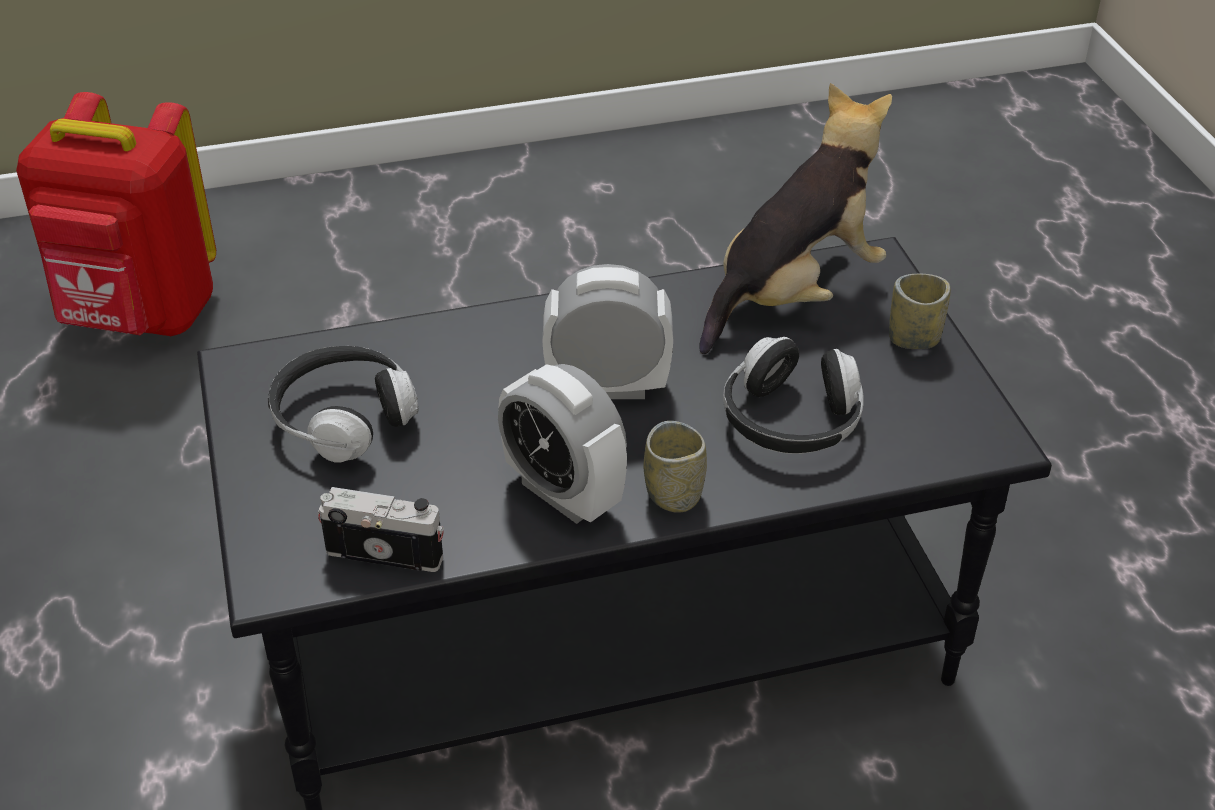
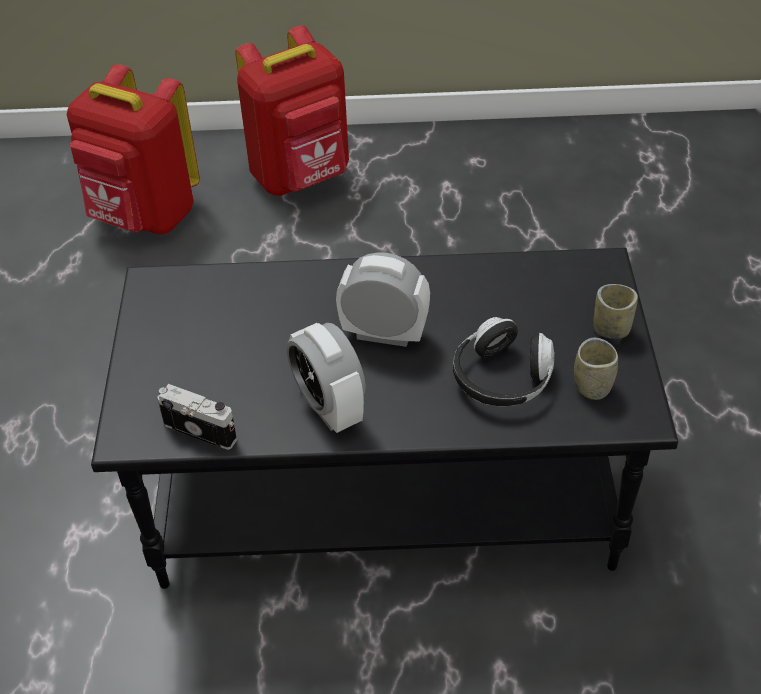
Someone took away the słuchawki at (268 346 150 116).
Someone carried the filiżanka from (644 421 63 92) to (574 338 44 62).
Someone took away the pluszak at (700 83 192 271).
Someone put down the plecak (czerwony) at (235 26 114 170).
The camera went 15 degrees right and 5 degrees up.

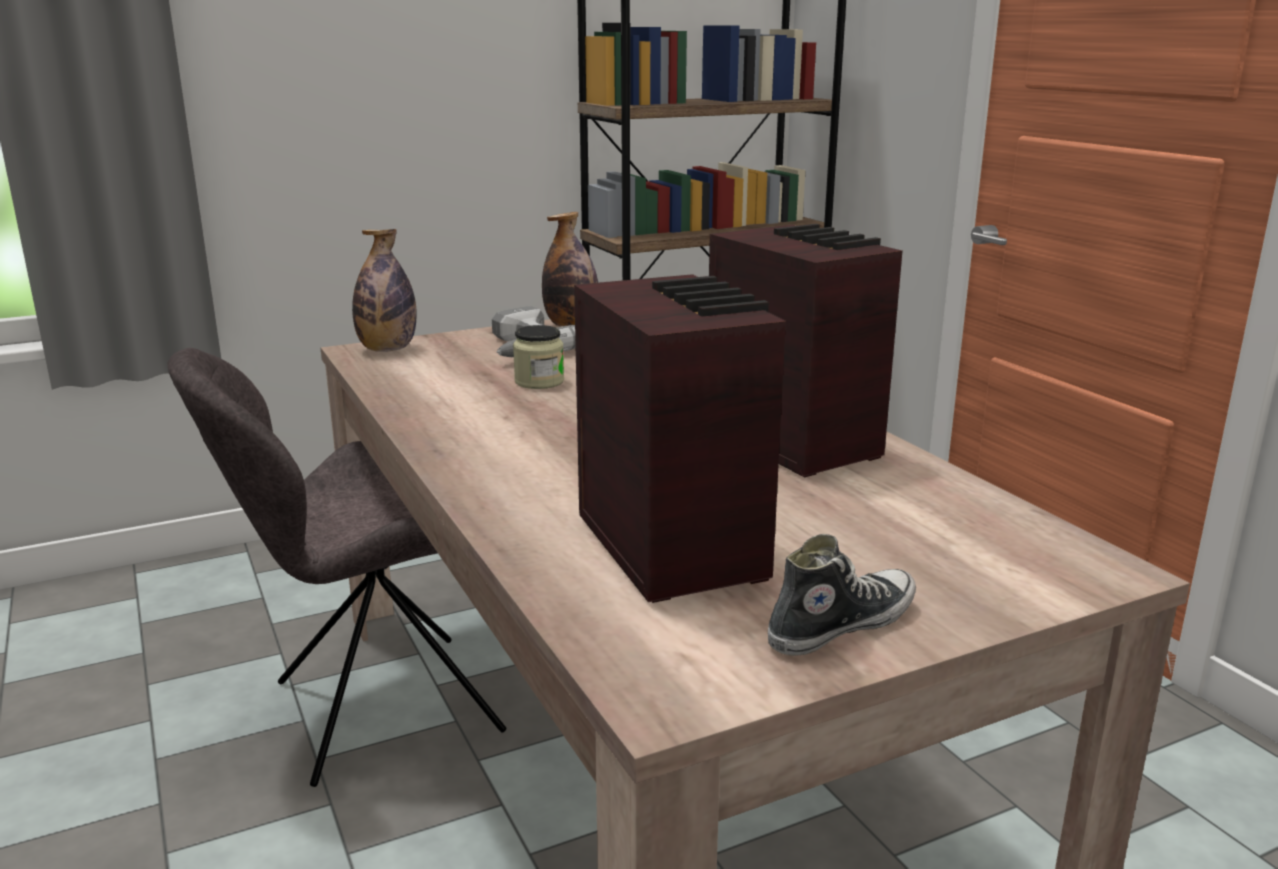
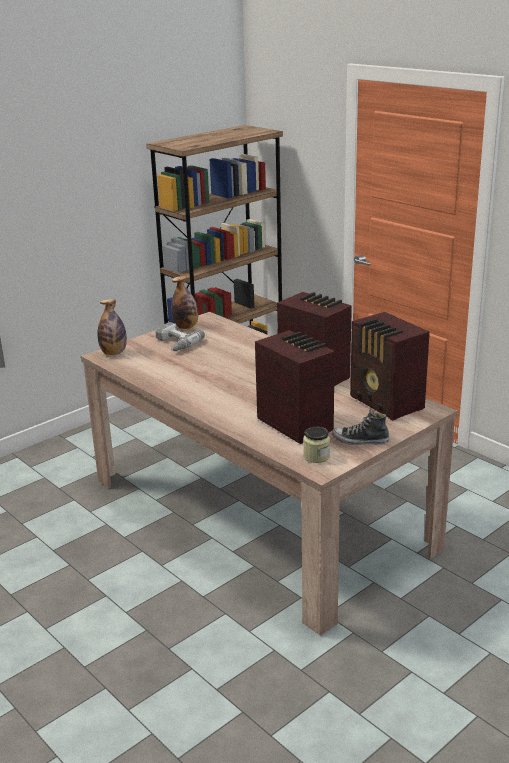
Someone took away the krzesło (szary) at (168 348 339 439).
Someone carried the słoik from (513 325 51 64) to (303 426 27 37).
Someone rotated the but at (768 534 148 122) by 120 degrees counterclockwise.
Someone put down the radio at (350 312 80 109).
The camera went 15 degrees left and 5 degrees up.

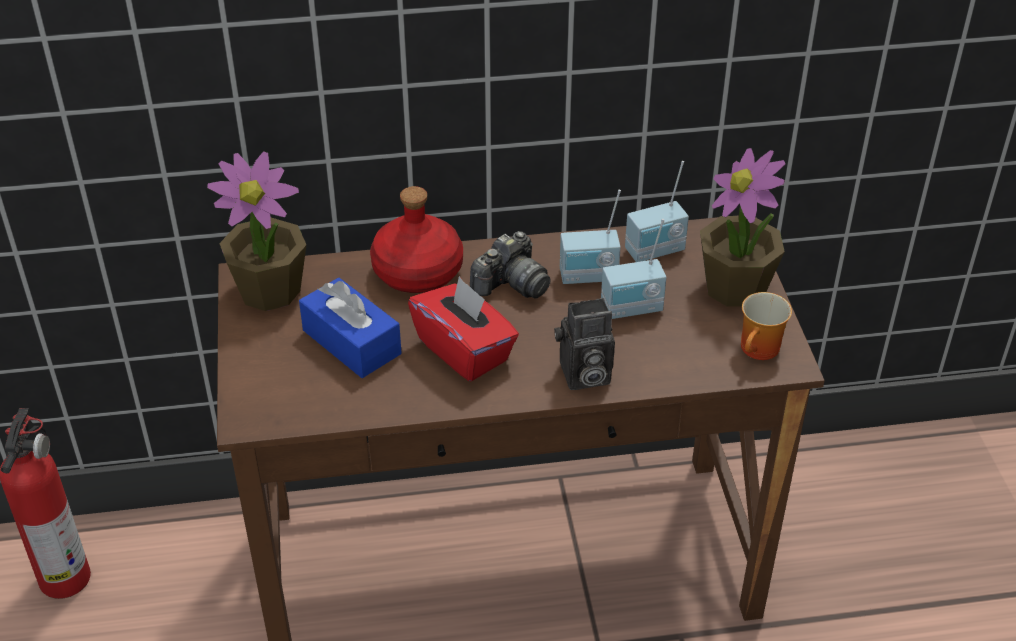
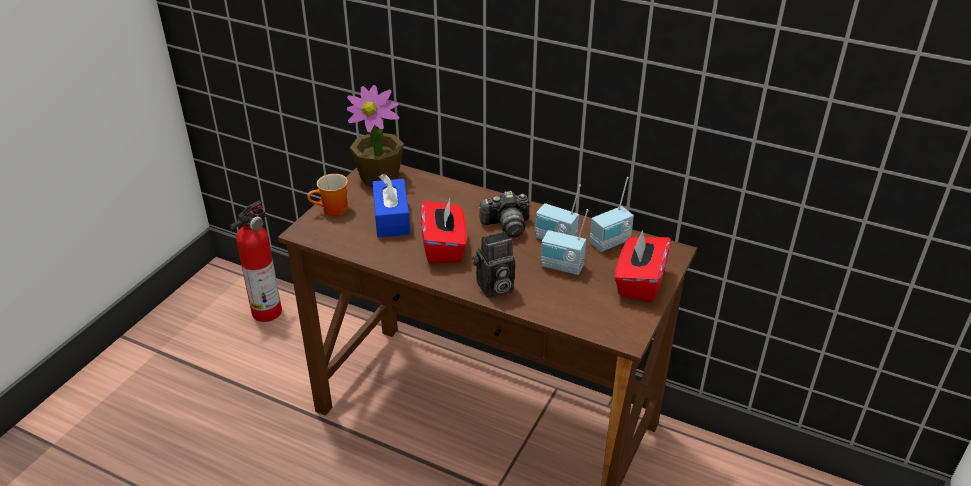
Someone took away the butelka (czerwony) at (370 186 93 107).
Someone rotated the aparat fotograficzny at (554 298 61 92) by 45 degrees counterclockwise.
Someone rotated the radio at (625 161 64 101) by 45 degrees counterclockwise.
Someone swapped the roślina doniczkowa at (700 148 85 159) for the pudełko chusteczek (czerwony) at (615 230 56 72).
Someone carried the kubek from (741 292 51 68) to (307 174 41 42).
The camera went 35 degrees right and 5 degrees down.

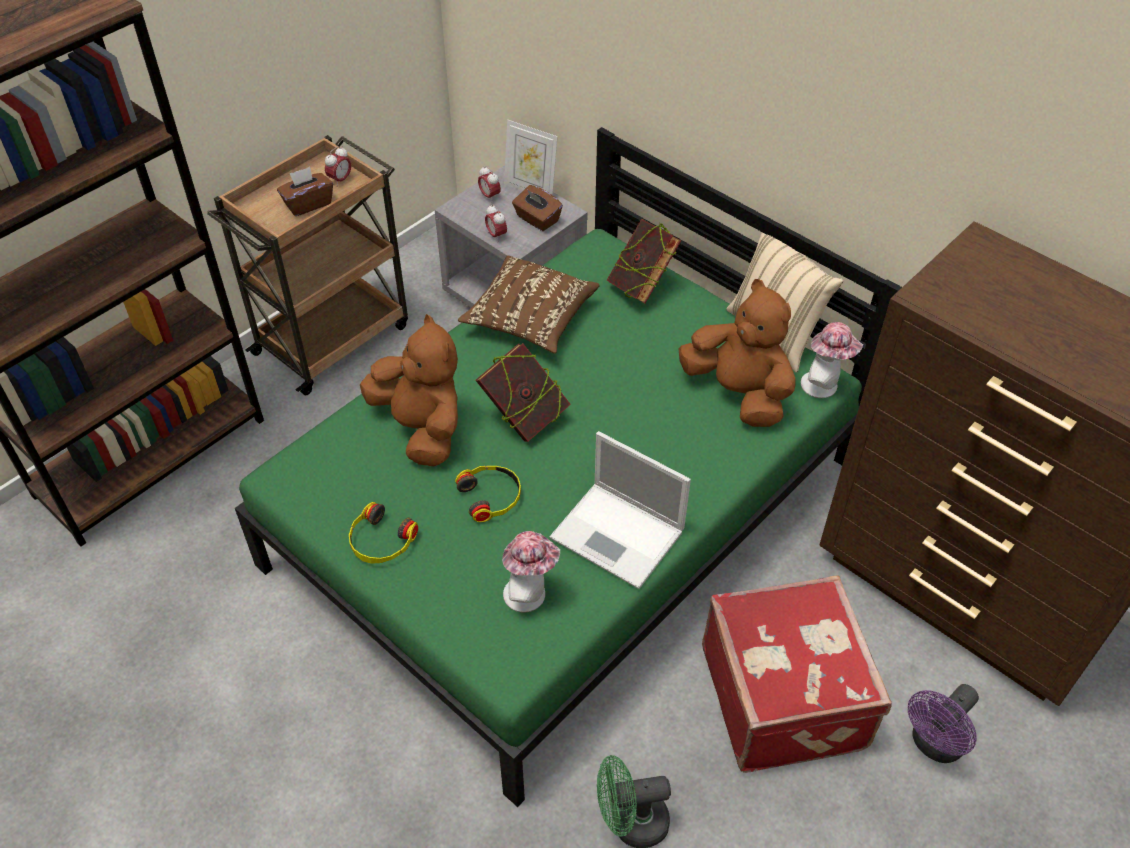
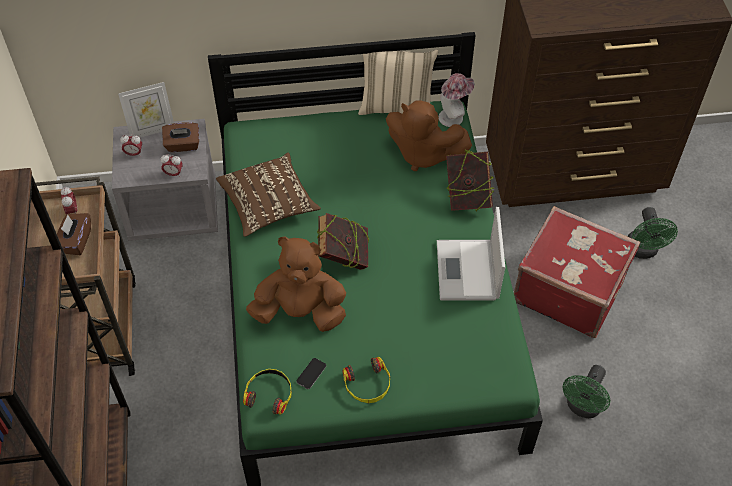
Someone carried the słuchawki from (455 466 66 56) to (243 369 49 46).
Someone took away the kapelusz at (502 531 58 81).
Someone rotated the laptop at (550 431 141 158) by 105 degrees clockwise.
Someone carried the książka from (606 219 75 84) to (446 150 49 61).
Someone rotated the pluszak (brązowy) at (678 279 118 148) by 150 degrees counterclockwise.
Someone repainted the wentylator (fioletowy) at (908 684 71 79), which became the wentylator (zielony) at (627 207 51 52).
Someone put down the telefon at (296 358 30 31).
The camera went 50 degrees left and 5 degrees up.

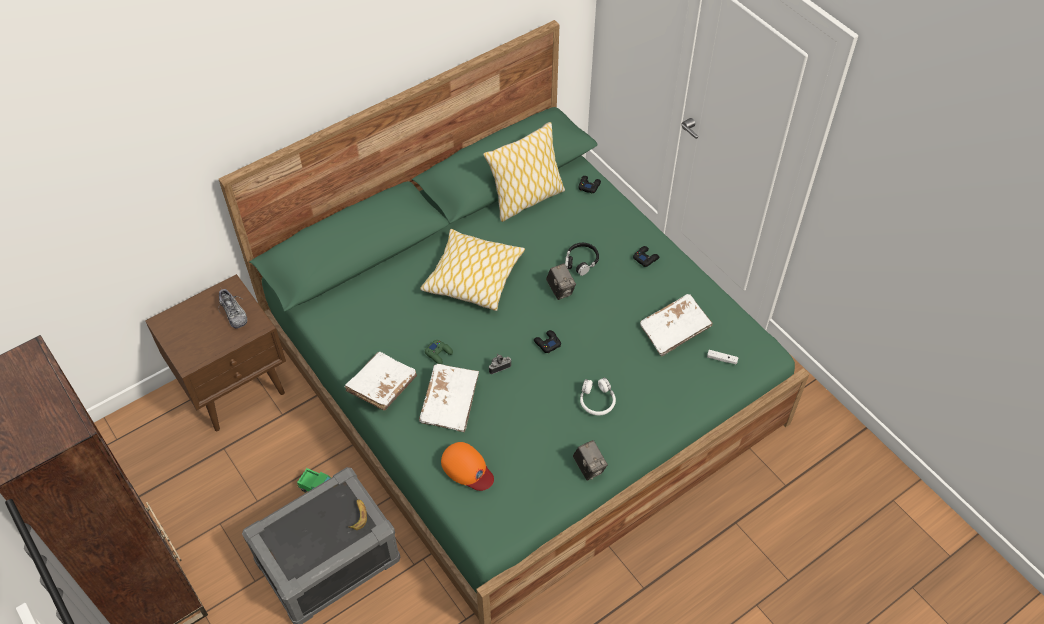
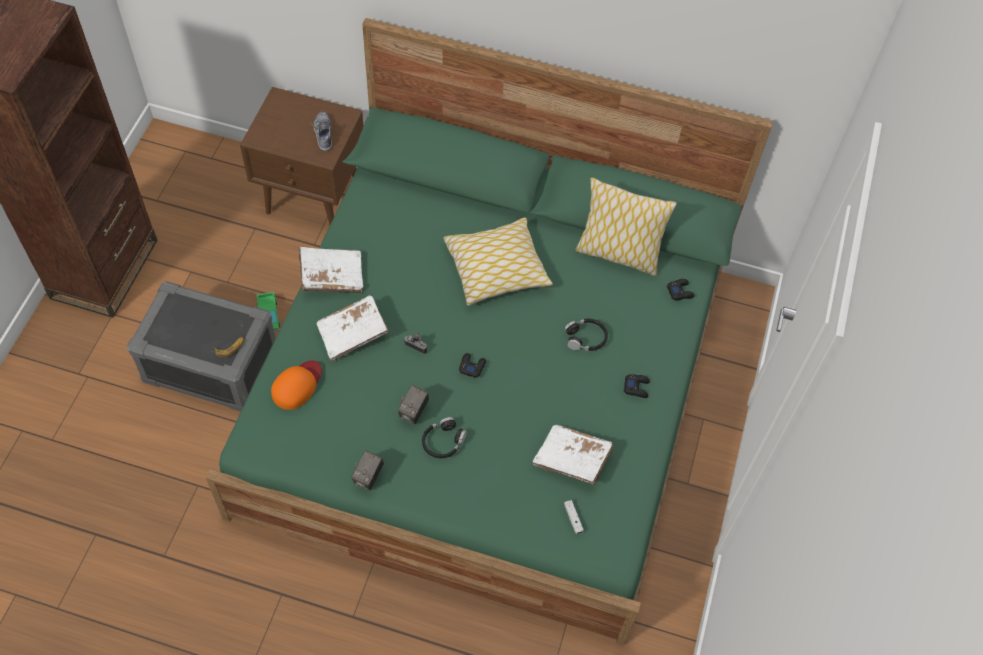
Someone rotated the but at (219 289 28 40) by 150 degrees clockwise.
Someone took away the pad do gier (zielony) at (425 340 28 24).
Someone rotated the czapka z daszkiem (pomarańczowy) at (441 442 53 49) by 150 degrees counterclockwise.
Someone carried the aparat fotograficzny from (546 263 30 37) to (398 385 31 39).
Someone repainted the słuchawki (biały) at (580 378 36 38), which became the słuchawki (czarny) at (422 417 45 41).
The camera went 50 degrees right and 5 degrees up.

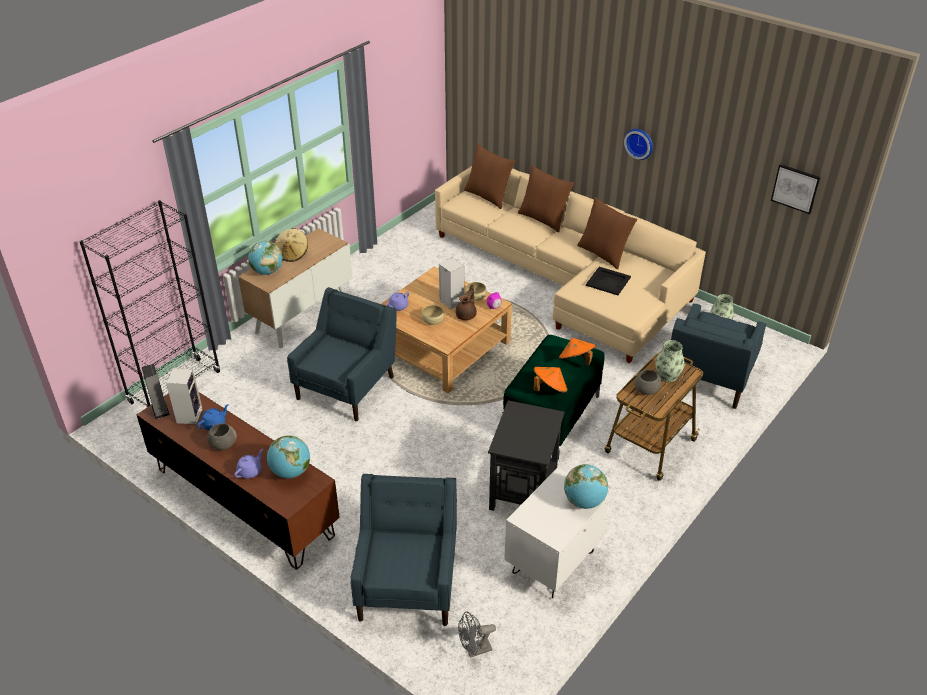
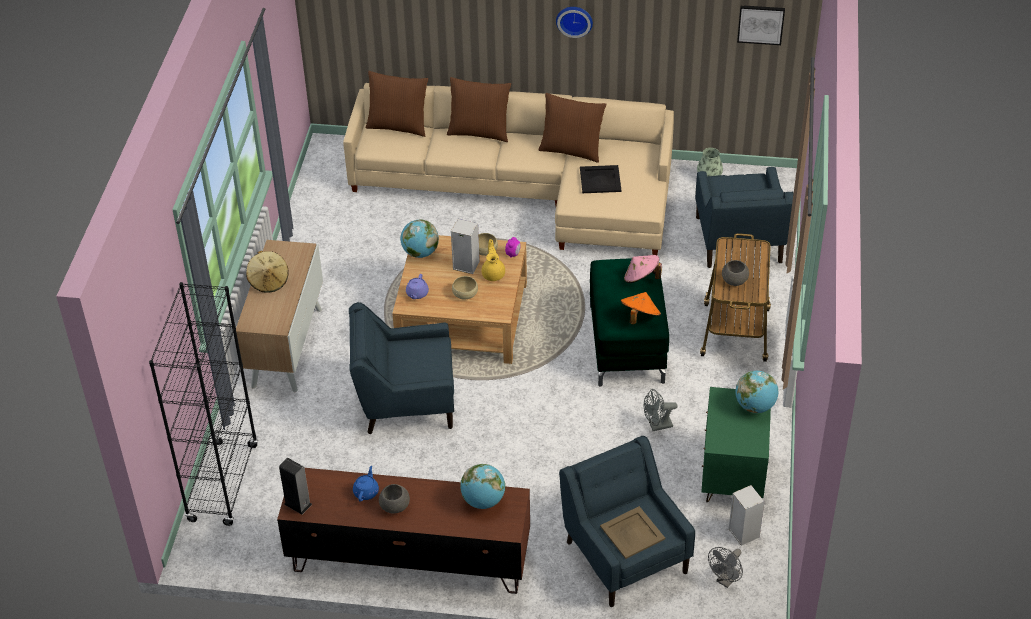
Someone carried the głośnik from (166 368 36 56) to (729 485 35 61).
Someone took away the imbryk (fioletowy) at (234 449 29 30).
Someone carried the globus from (248 241 35 34) to (401 219 38 39).
Someone rotated the fotel (niebieski) at (287 287 110 134) by 90 degrees counterclockwise.
Someone repainted the imbryk (brązowy) at (456 284 21 36), which became the imbryk (żółty) at (481 239 24 42).
Someone swapped the stolik (czarny) at (488 400 77 111) for the wentylator (szary) at (644 389 34 42).
Someone repainted the szafka nocna (biały) at (504 467 106 131), which became the szafka nocna (zielony) at (701 387 70 115).
Someone repainted the kapelusz (pomarańczowy) at (559 338 37 28), which became the kapelusz (różowy) at (624 255 38 28).
Someone took away the wazon at (655 340 30 42).
Someone put down the taca (beżowy) at (600 506 65 53).
The camera went 30 degrees left and 5 degrees up.

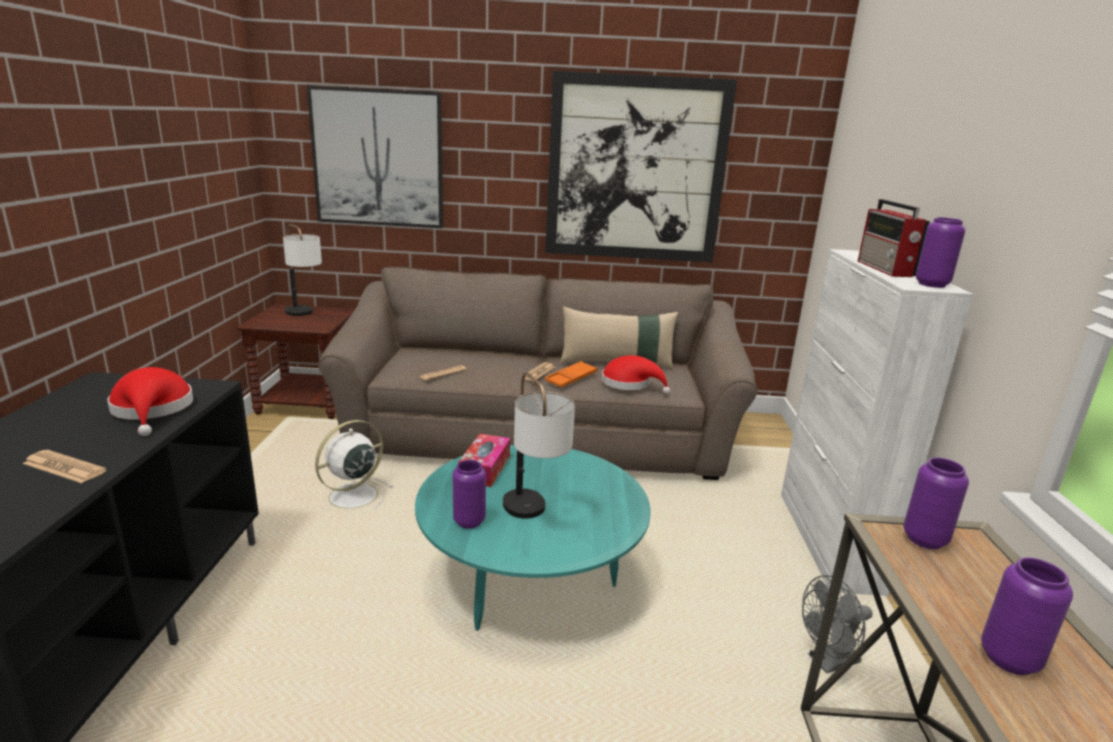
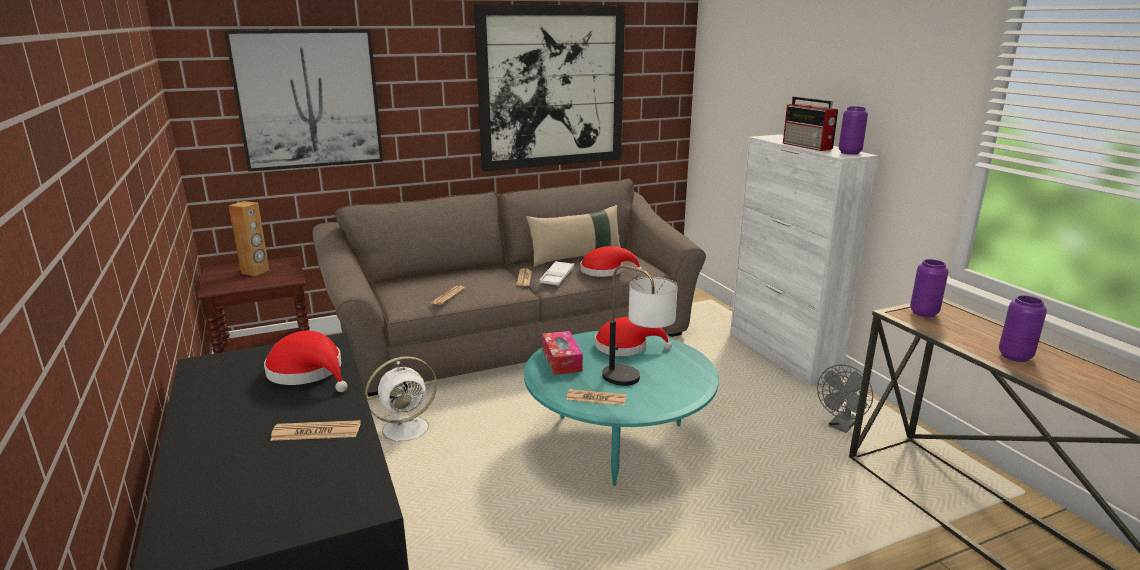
Someone swapped the lampa stołowa at (283 224 39 92) for the głośnik (brązowy) at (229 201 40 75).
Someone rotated the wentylator (biały) at (315 420 78 95) by 135 degrees counterclockwise.
Someone swapped the wazon (fioletowy) at (453 460 33 69) for the gazeta at (566 389 60 17).
Someone repainted the taca (pomarańczowy) at (545 361 53 26), which became the taca (biały) at (539 261 35 24).
Someone put down the kapelusz (czerwony) at (595 317 77 39).
The camera went 25 degrees left and 0 degrees up.

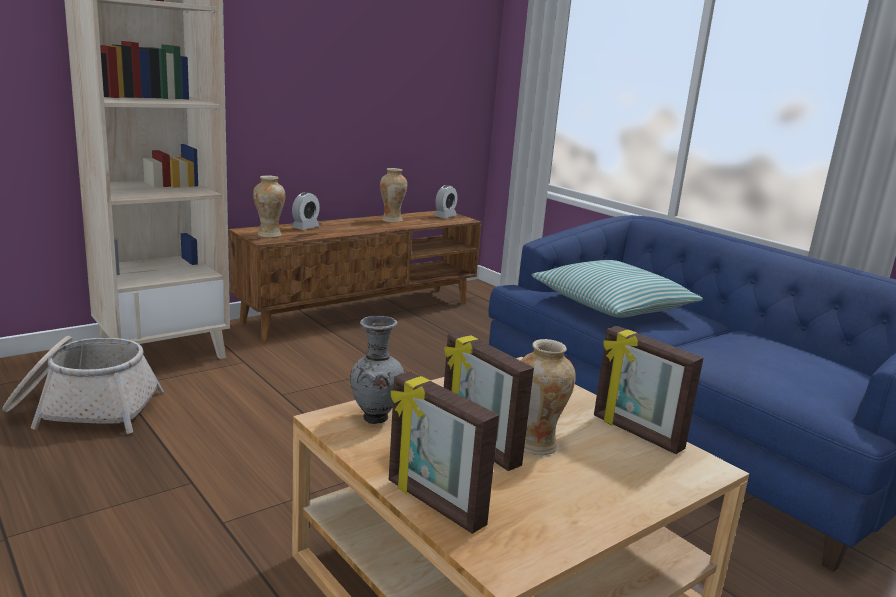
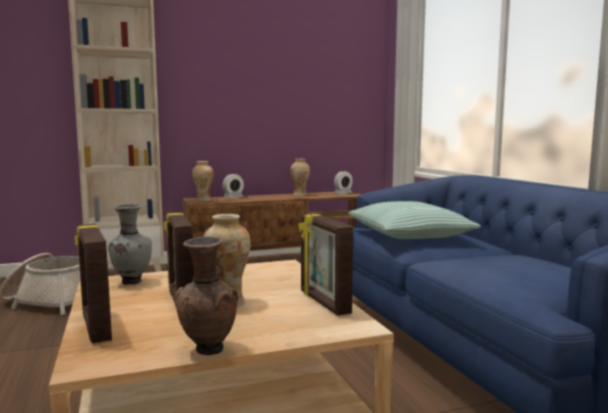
Someone put down the wazon (brązowy) at (175 237 63 118).
The camera went 20 degrees right and 10 degrees down.

